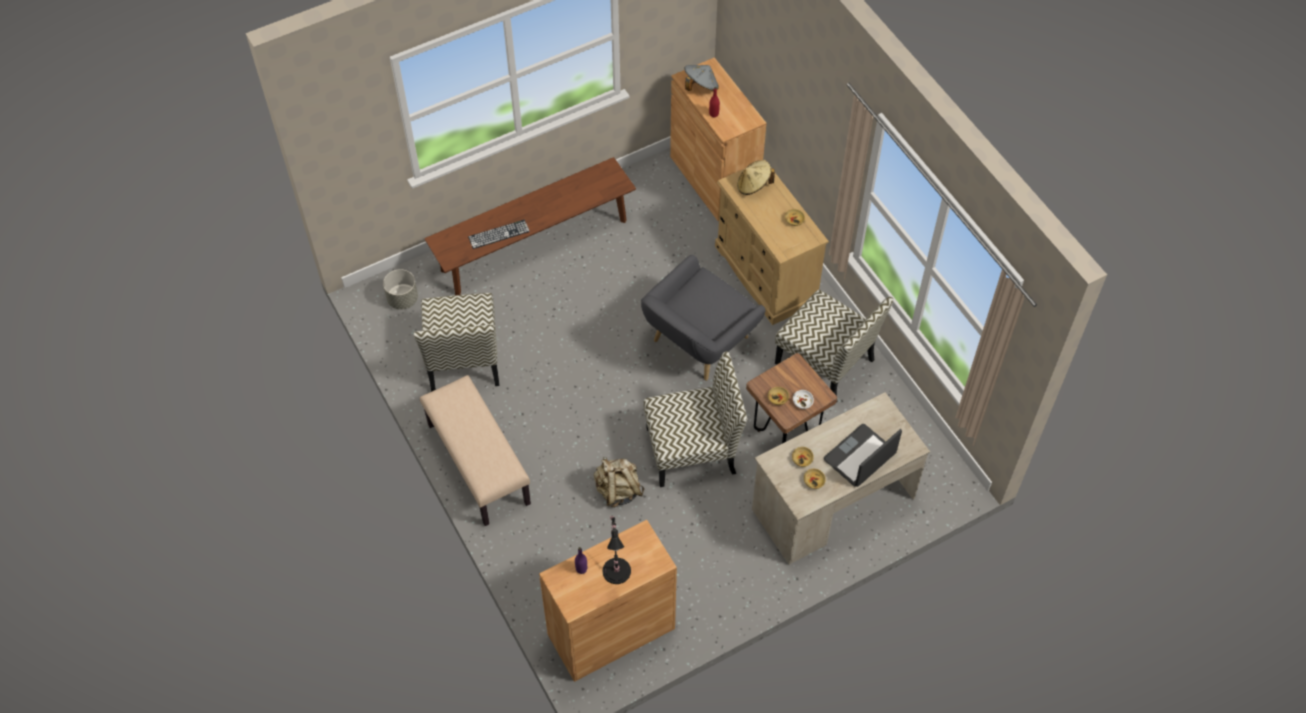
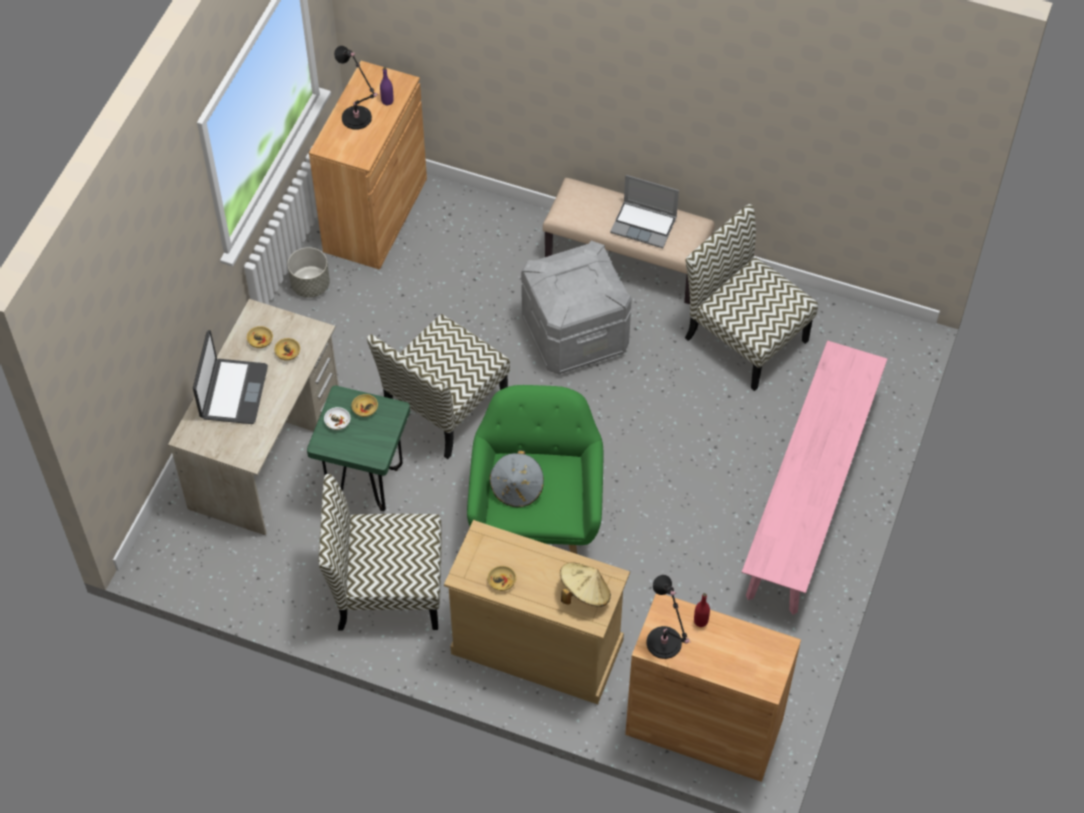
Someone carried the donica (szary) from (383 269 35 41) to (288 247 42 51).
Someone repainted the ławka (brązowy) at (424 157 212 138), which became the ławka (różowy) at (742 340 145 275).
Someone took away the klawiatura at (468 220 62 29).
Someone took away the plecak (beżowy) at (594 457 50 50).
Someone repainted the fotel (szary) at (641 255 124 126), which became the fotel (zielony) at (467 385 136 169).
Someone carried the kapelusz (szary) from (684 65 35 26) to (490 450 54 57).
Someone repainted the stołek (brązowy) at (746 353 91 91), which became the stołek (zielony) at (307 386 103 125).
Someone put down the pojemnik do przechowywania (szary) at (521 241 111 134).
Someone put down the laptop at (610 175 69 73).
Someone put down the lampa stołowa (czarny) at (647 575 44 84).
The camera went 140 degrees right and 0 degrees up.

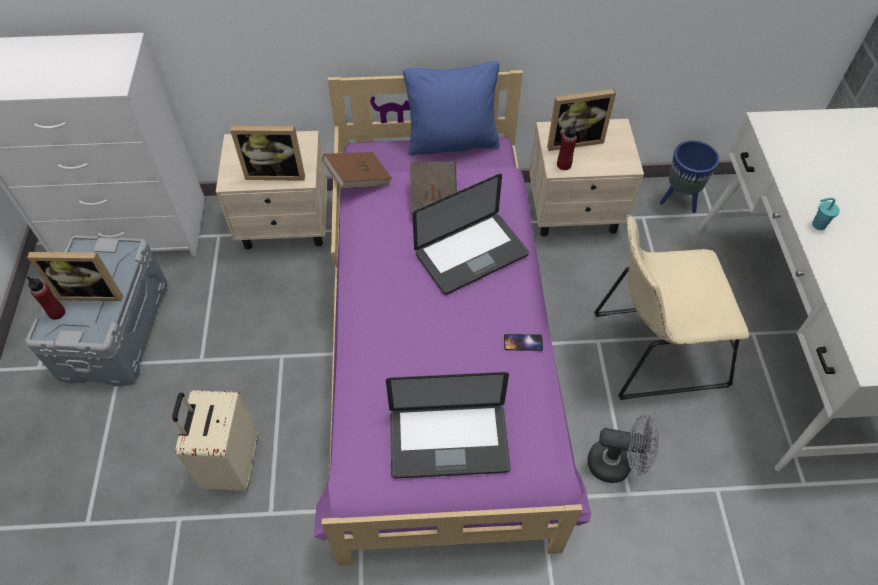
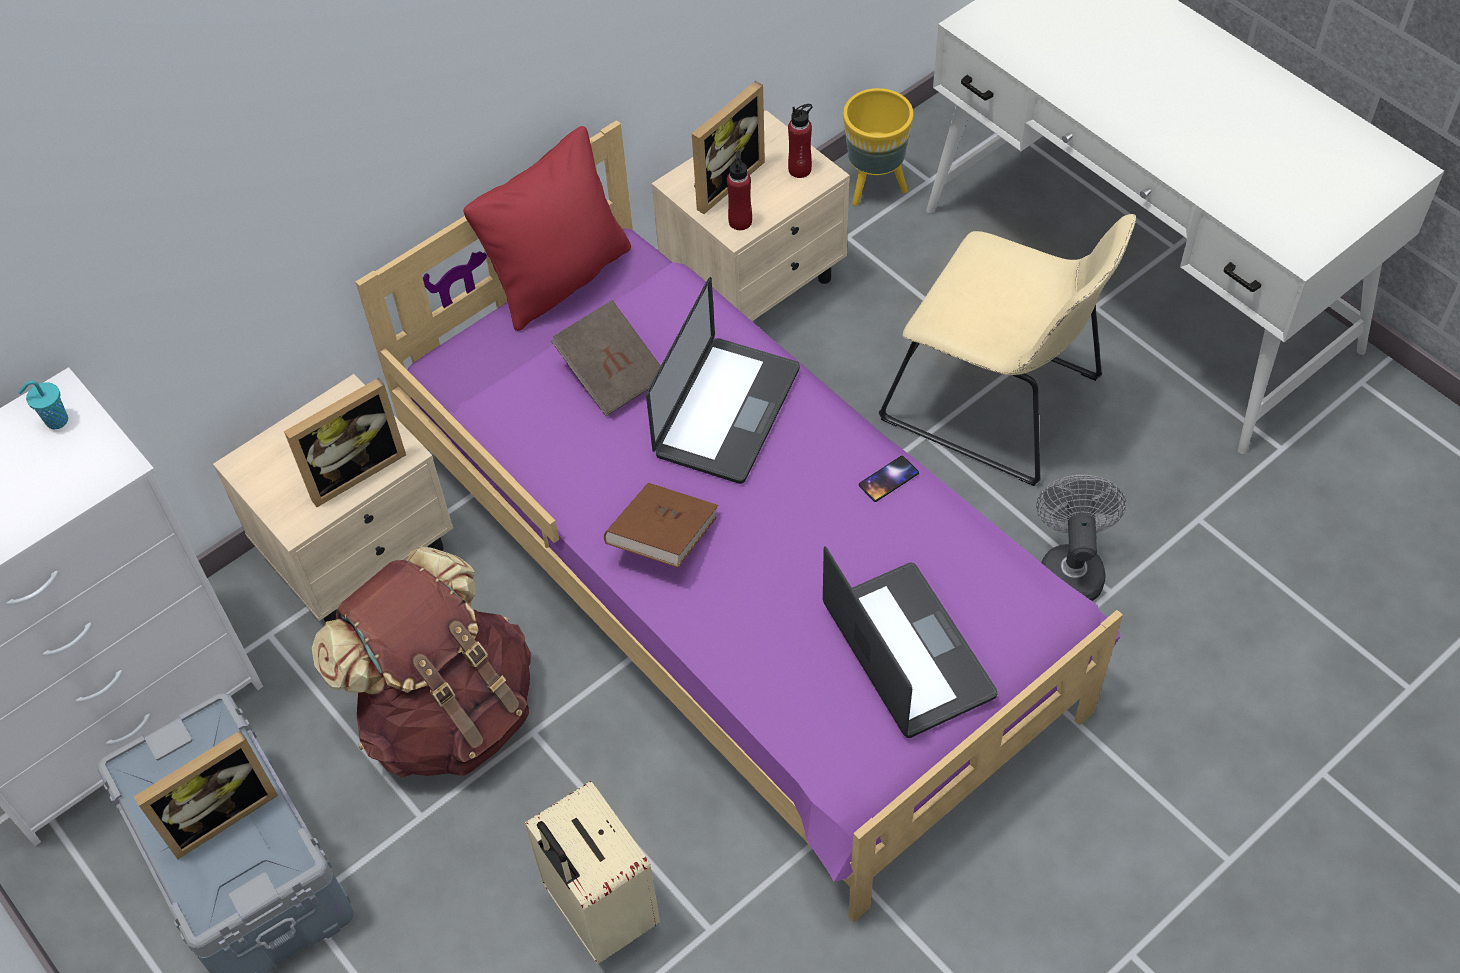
Someone carried the butelka (czerwony) from (27 276 38 44) to (788 104 24 74).
Someone carried the książka (brązowy) from (322 152 70 37) to (604 483 114 85).
Someone rotated the laptop at (386 372 125 106) by 75 degrees counterclockwise.
Someone repainted the poduszka (niebieski) at (403 61 97 95), which became the poduszka (czerwony) at (463 126 168 205).
Someone rotated the wentylator (szary) at (588 414 71 69) by 60 degrees counterclockwise.
Someone rotated the krzesło (beżowy) at (594 215 155 185) by 105 degrees counterclockwise.
Someone repainted the donica (niebieski) at (660 140 59 73), which became the donica (żółty) at (843 88 71 118).
Someone carried the filiżanka (turkusowy) from (812 198 28 32) to (18 381 50 48).
Someone put down the plecak (brązowy) at (312 547 219 231).
The camera went 35 degrees left and 0 degrees up.

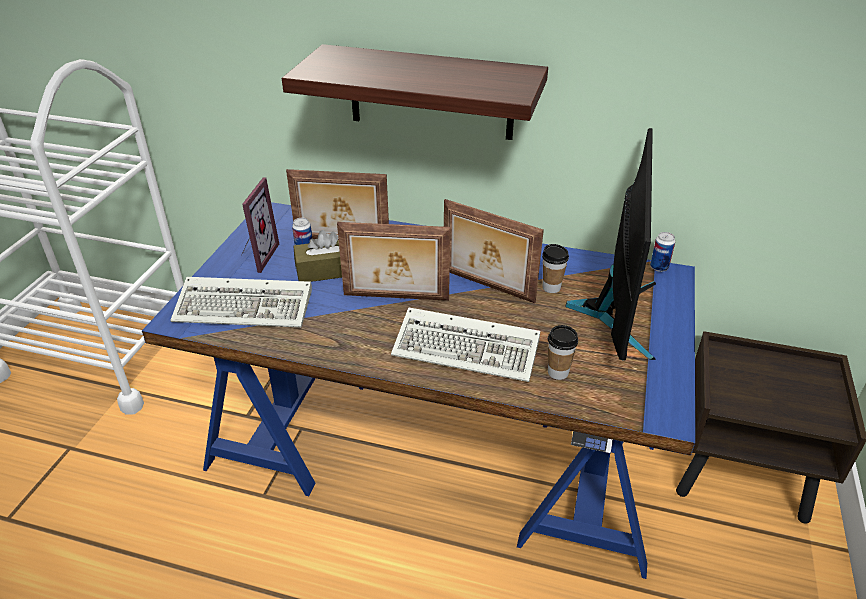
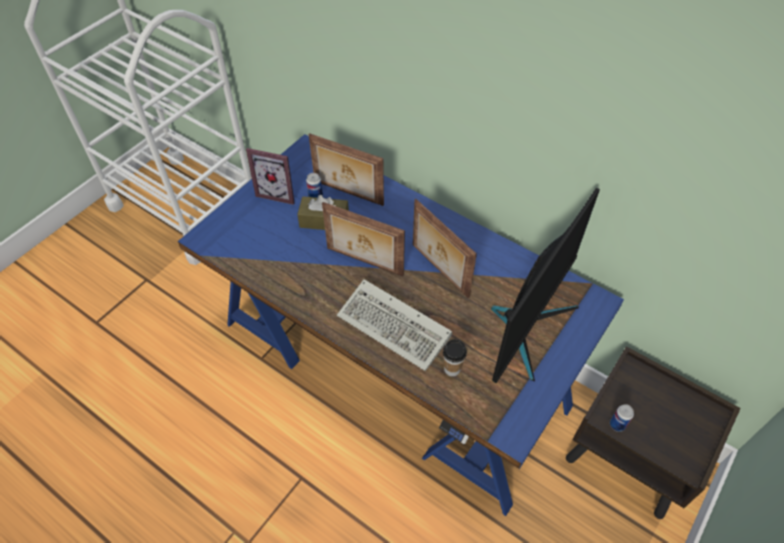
Someone took away the klawiatura at (171 277 141 51).
Someone rotated the ramka na zdjęcie at (242 177 37 96) by 75 degrees clockwise.
Someone took away the półka at (282 44 266 96).
Someone took away the filiżanka at (542 244 27 49).
Someone carried the puszka from (650 232 25 40) to (610 404 24 28).
The camera went 20 degrees right and 15 degrees up.

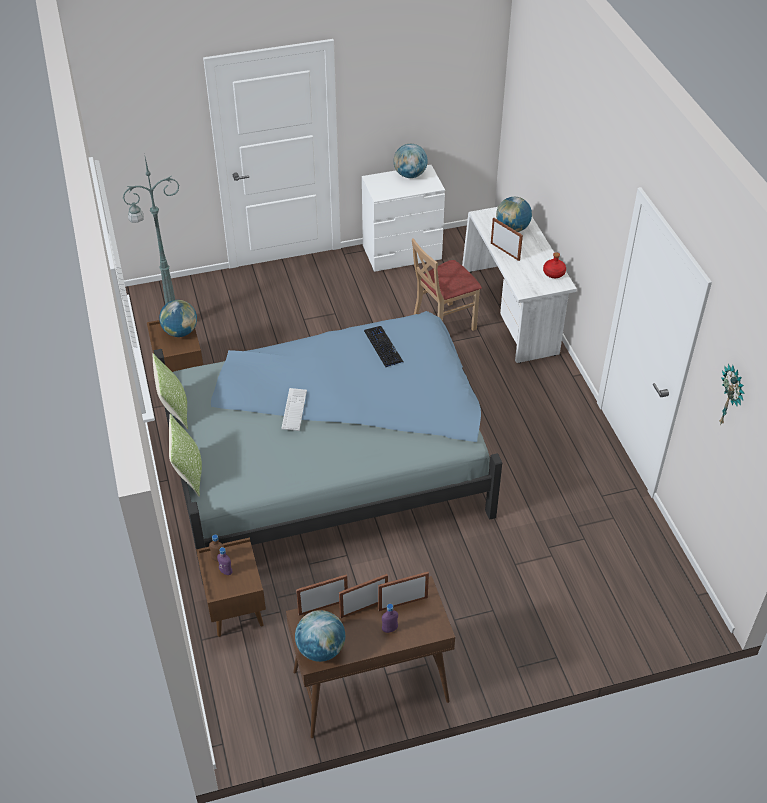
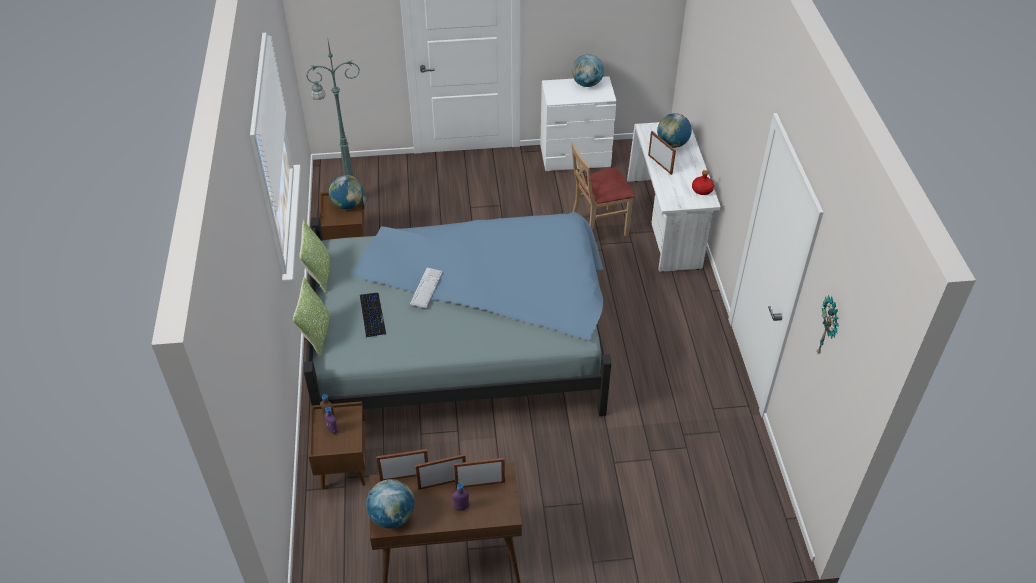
Someone carried the klawiatura from (364 326 39 41) to (360 293 26 45).
The camera went 10 degrees right and 0 degrees up.

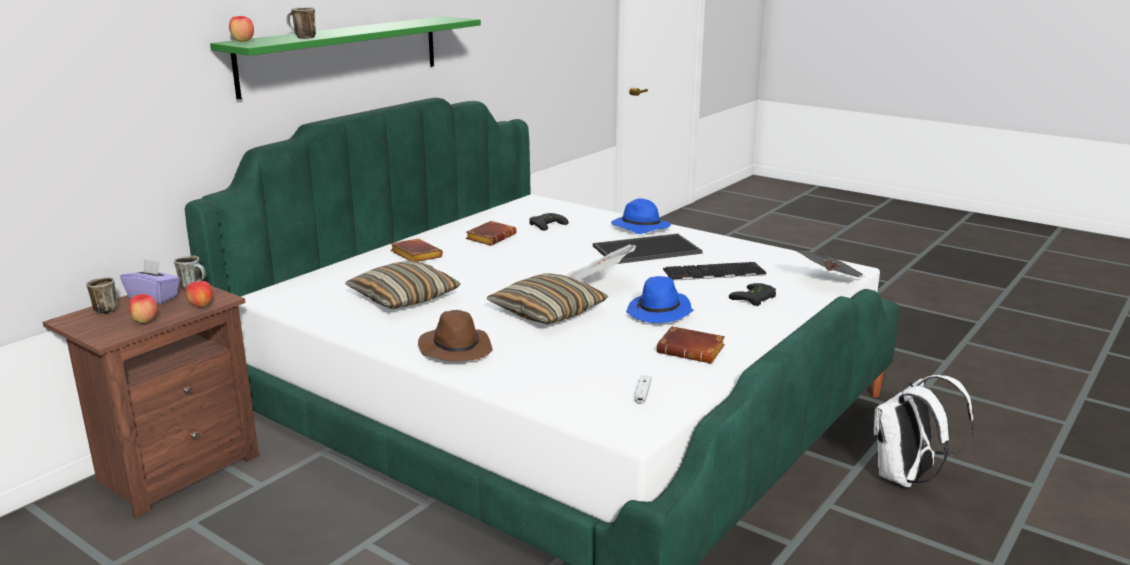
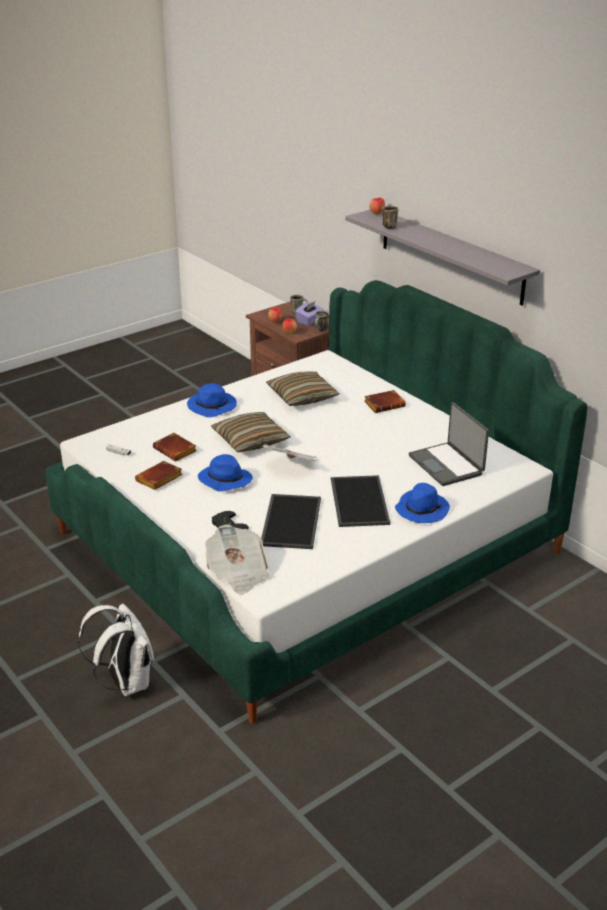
Someone repainted the półka (zielony) at (210 16 271 84), which became the półka (szary) at (345 210 195 96).
Someone repainted the kapelusz (brązowy) at (418 310 75 51), which became the kapelusz (niebieski) at (187 383 50 34).
Someone carried the książka (brązowy) from (466 221 51 25) to (153 433 44 28).
Someone swapped the pad do gier (czarny) at (529 213 40 18) for the laptop at (409 402 80 84).
Someone swapped the klawiatura at (663 262 103 19) for the taca at (261 494 60 55).
The camera went 105 degrees right and 10 degrees up.

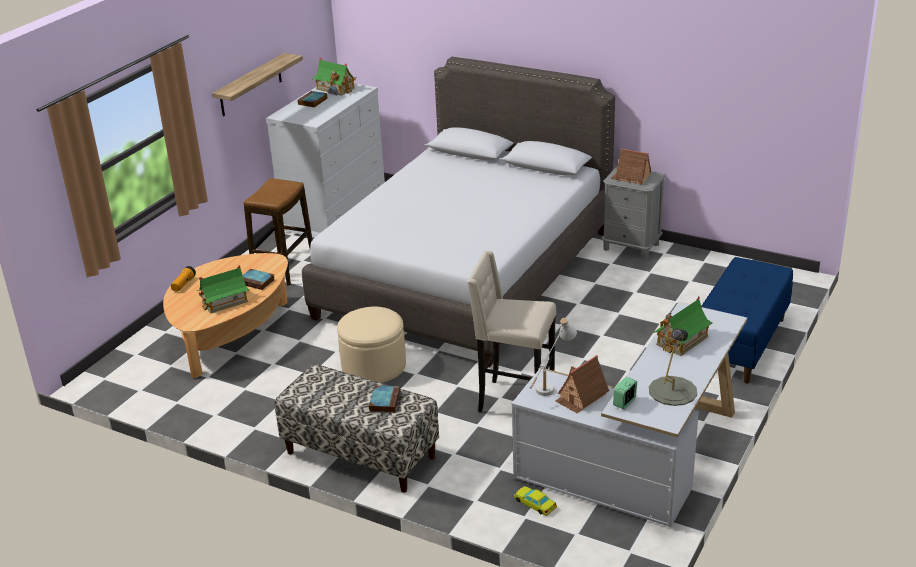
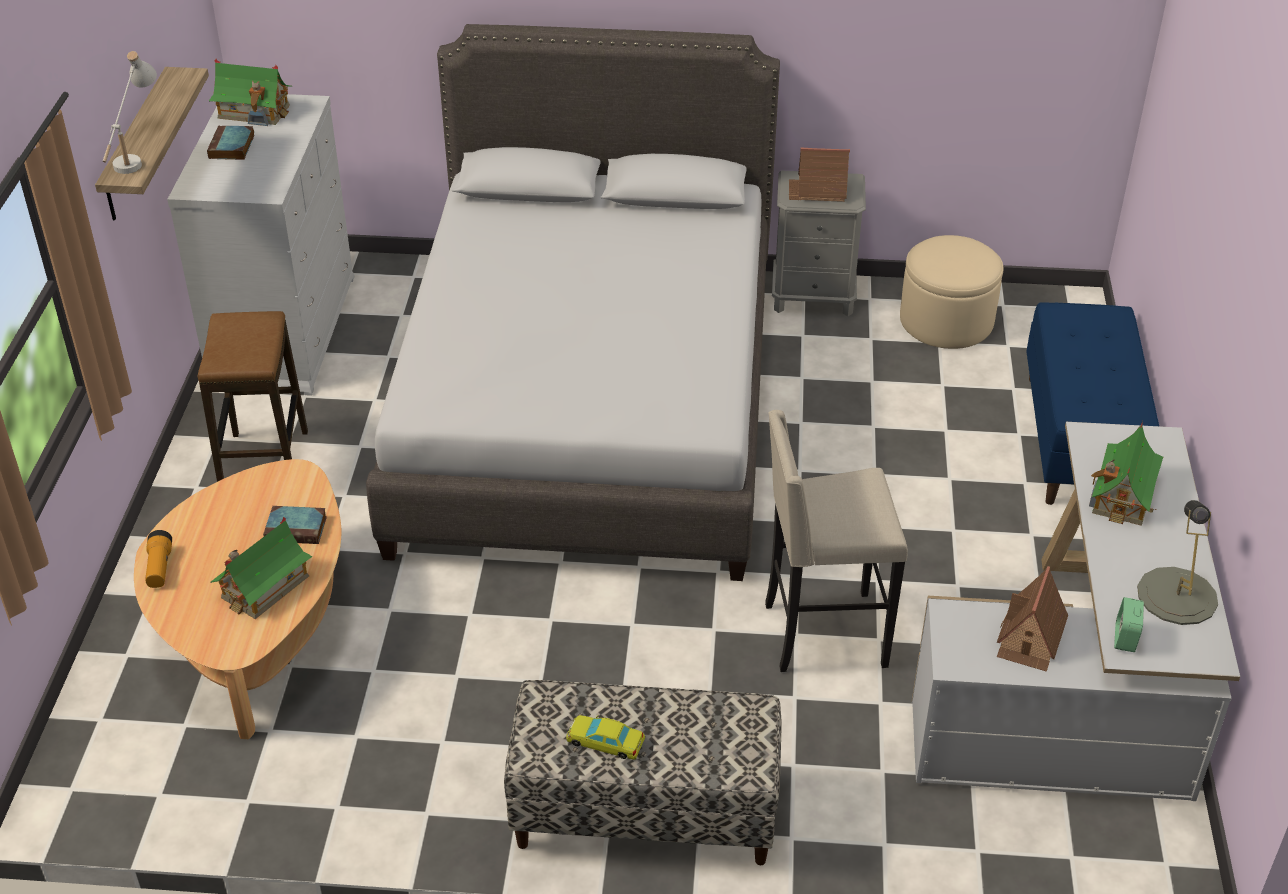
Someone carried the pufa (beżowy) from (337 306 69 77) to (900 235 103 114).
Someone took away the książka at (369 385 31 28).
Someone carried the samochodzik (żółty) from (514 486 43 30) to (566 715 79 45).
Someone carried the lampa stołowa (biały) from (530 318 47 78) to (103 51 54 123).
The camera went 25 degrees left and 10 degrees up.

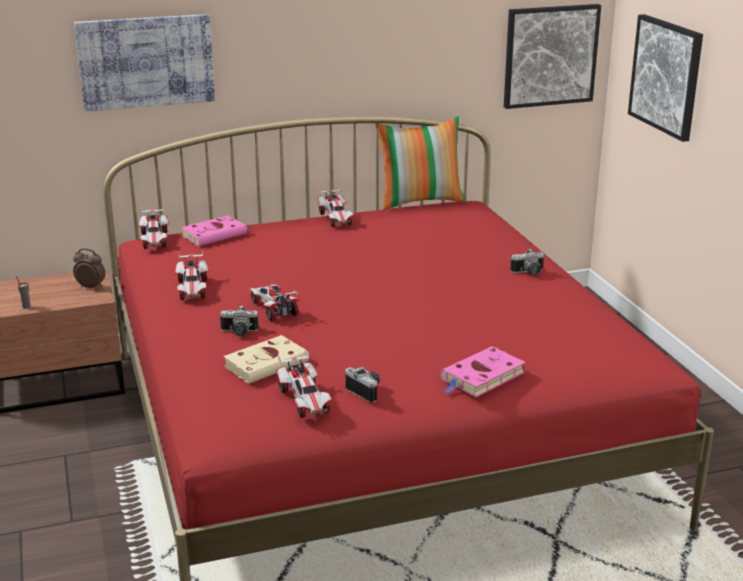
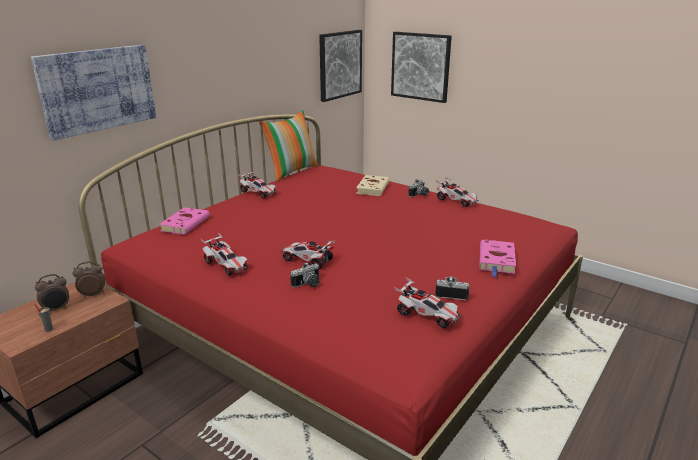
Someone carried the samochodzik from (138 208 31 41) to (436 177 43 30).
Someone carried the książka (beżowy) from (223 335 86 49) to (356 175 33 21).
Someone put down the budzik at (35 274 34 36).
The camera went 35 degrees left and 0 degrees up.

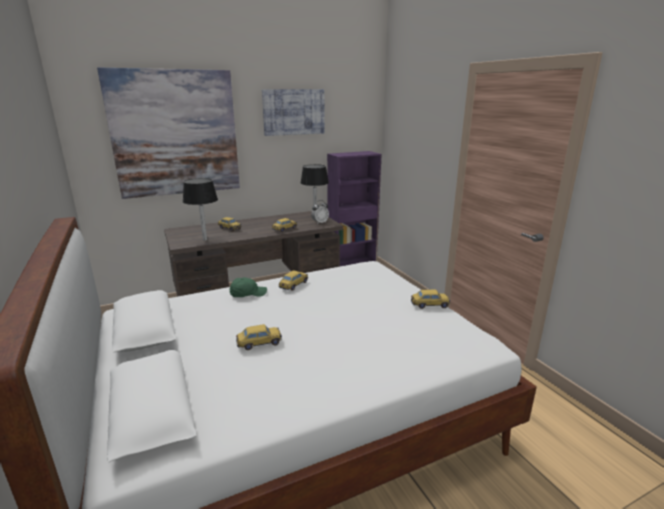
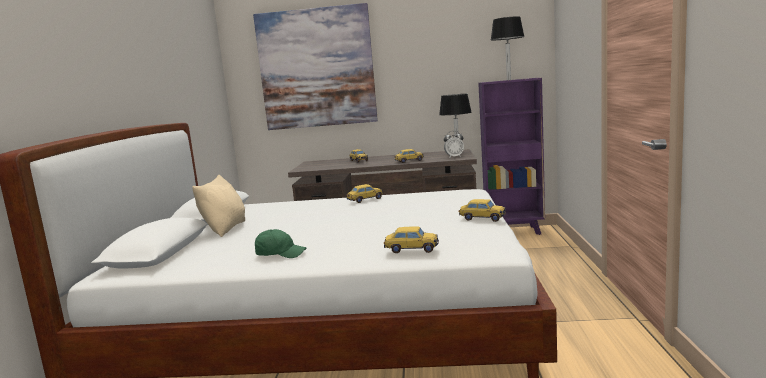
Someone carried the lampa stołowa (czarny) from (183 178 35 63) to (491 16 34 64).
Someone carried the czapka z daszkiem (zielony) from (229 277 38 20) to (255 229 51 29).
Someone carried the samochodzik from (236 324 46 26) to (384 226 55 27).
Someone took away the obraz at (262 89 63 47).
Someone put down the poduszka (beżowy) at (192 174 53 63).
The camera went 30 degrees right and 10 degrees down.

